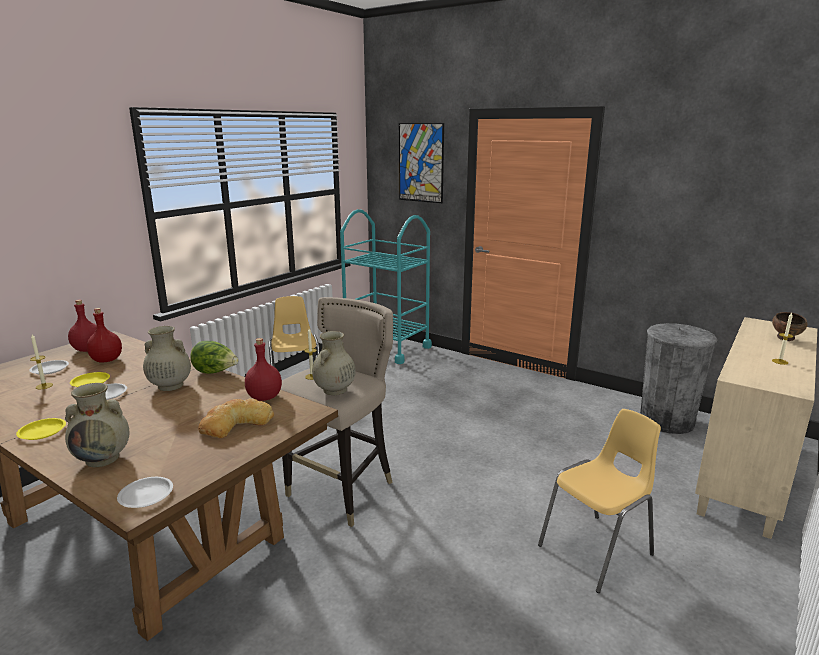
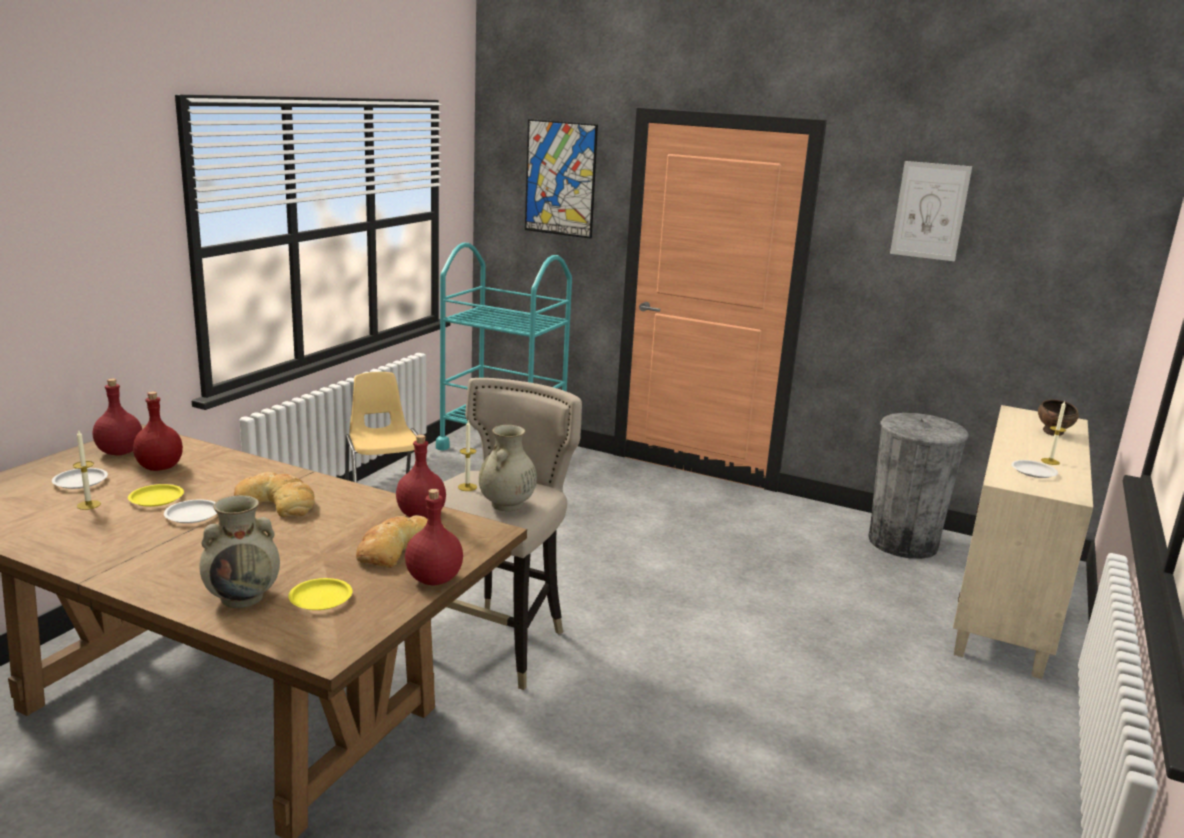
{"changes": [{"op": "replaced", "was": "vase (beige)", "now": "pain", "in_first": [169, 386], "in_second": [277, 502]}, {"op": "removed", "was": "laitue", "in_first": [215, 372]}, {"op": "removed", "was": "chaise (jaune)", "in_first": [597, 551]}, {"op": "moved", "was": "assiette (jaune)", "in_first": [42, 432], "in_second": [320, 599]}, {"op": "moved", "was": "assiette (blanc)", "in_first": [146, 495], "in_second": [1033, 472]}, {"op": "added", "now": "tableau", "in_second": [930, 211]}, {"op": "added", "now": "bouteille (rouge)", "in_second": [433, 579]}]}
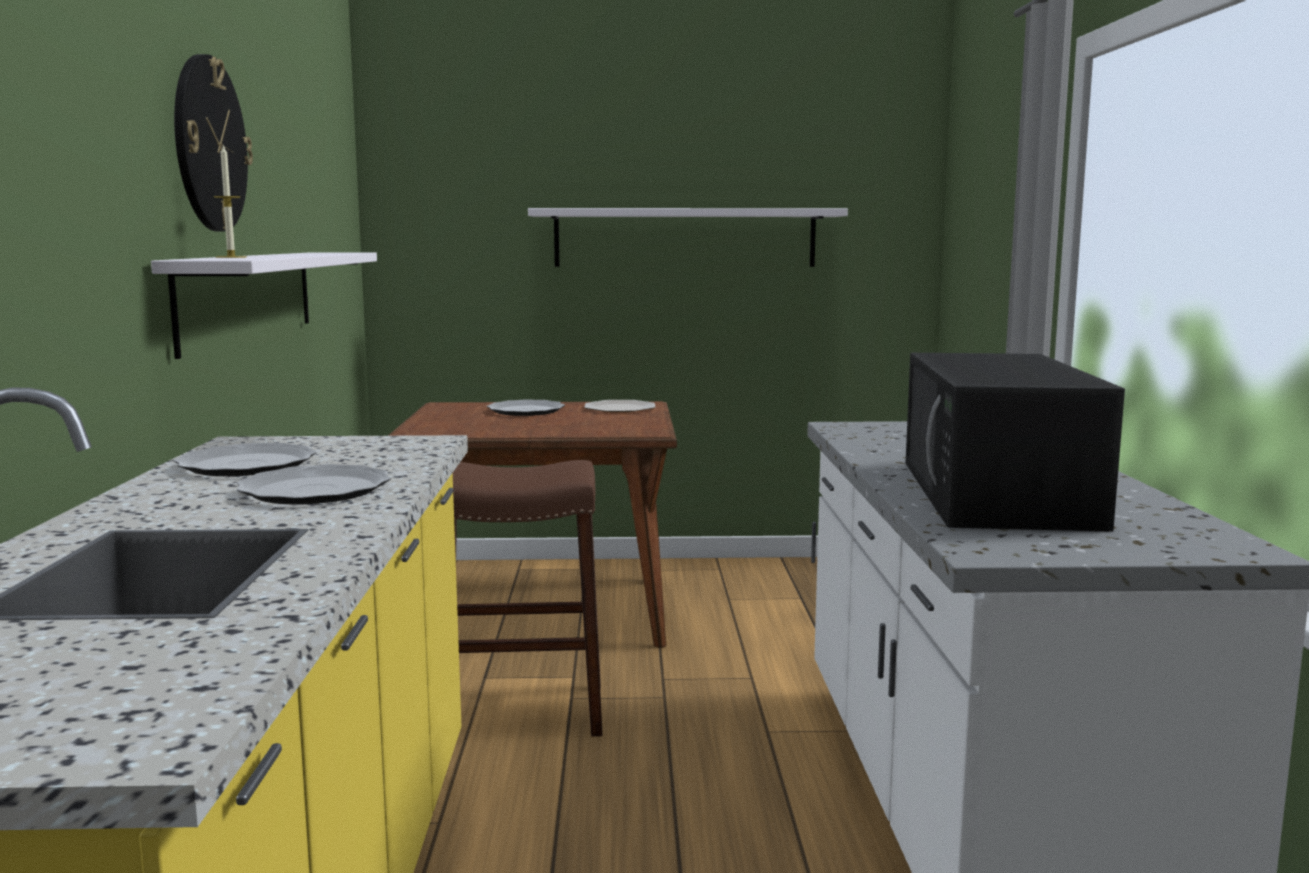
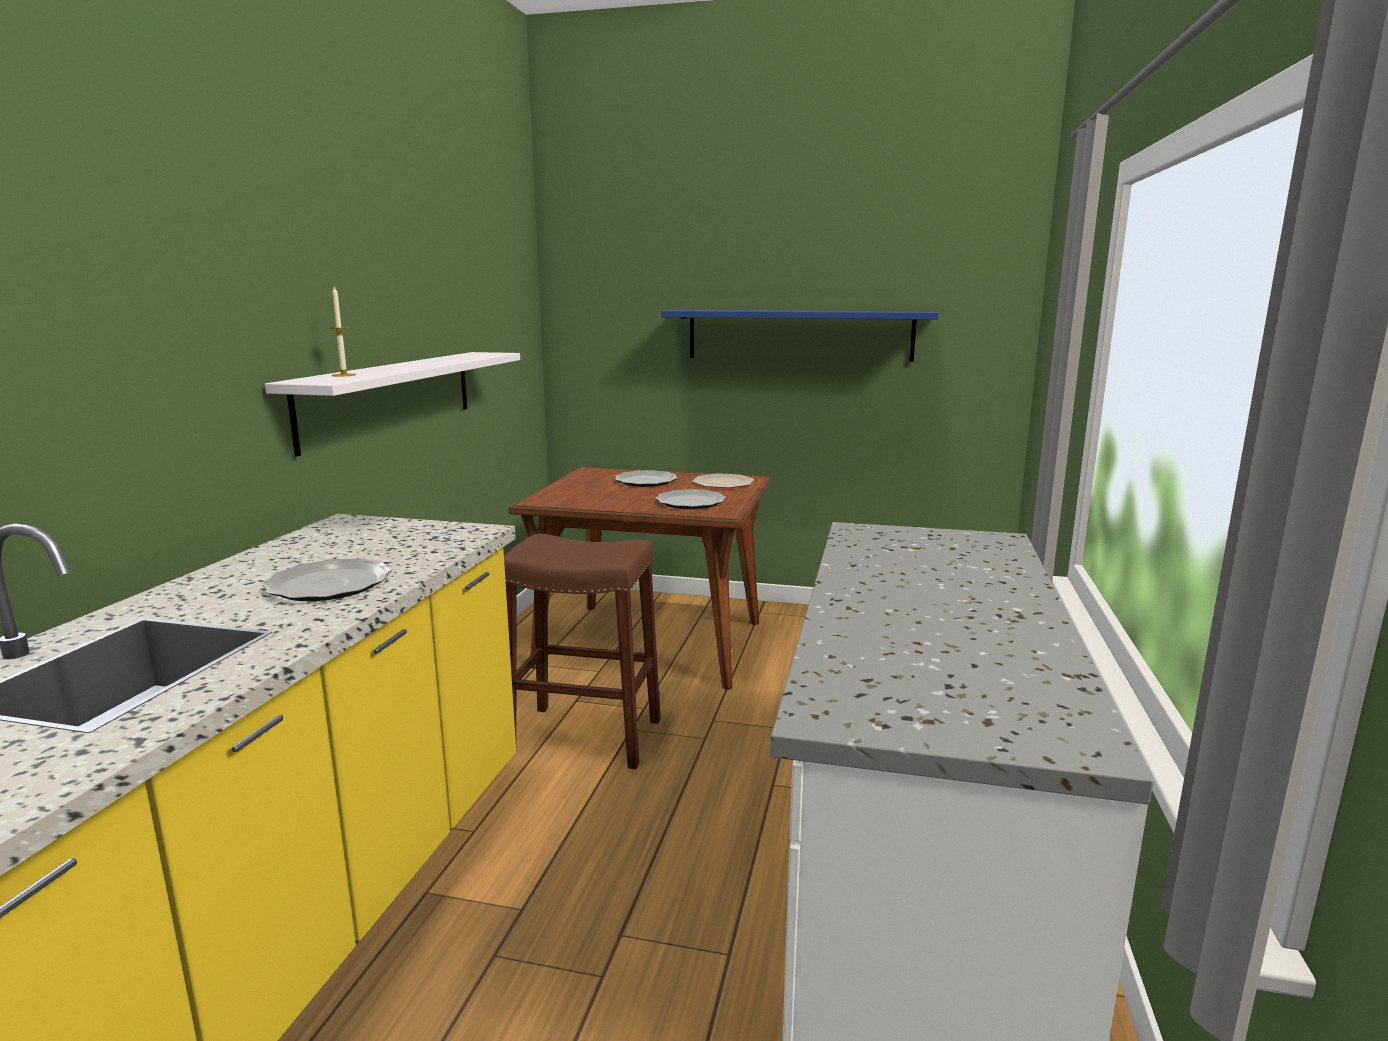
{"changes": [{"op": "removed", "was": "horloge murale", "in_first": [209, 144]}, {"op": "recoloured", "was": "étagère (blanc)", "now": "étagère (bleu)", "in_first": [685, 238], "in_second": [799, 335]}, {"op": "removed", "was": "micro-ondes (noir)", "in_first": [998, 494]}, {"op": "moved", "was": "assiette", "in_first": [248, 465], "in_second": [691, 502]}]}
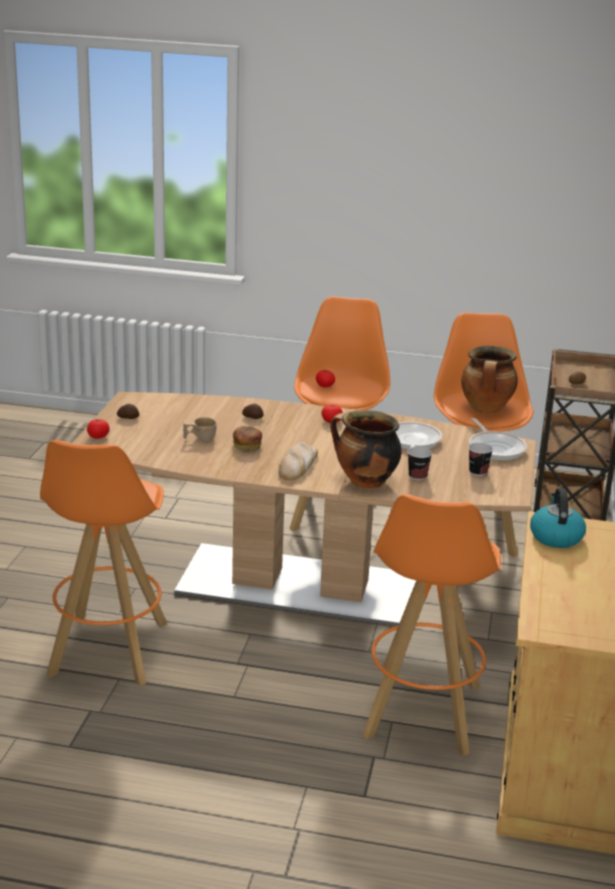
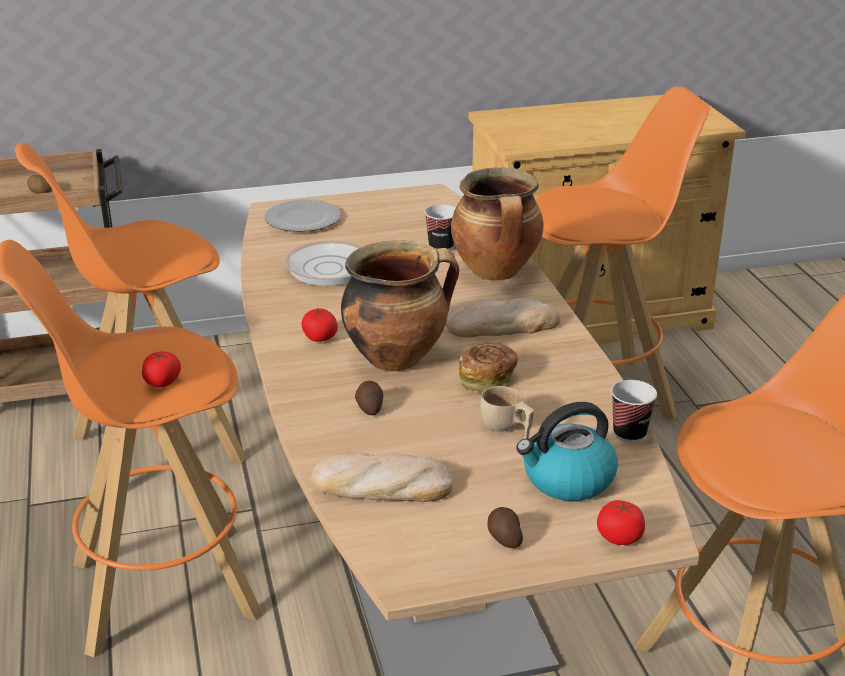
{"changes": [{"op": "moved", "was": "marmite", "in_first": [486, 409], "in_second": [397, 357]}, {"op": "replaced", "was": "poêle", "now": "assiette", "in_first": [495, 448], "in_second": [301, 219]}, {"op": "moved", "was": "tasse", "in_first": [478, 472], "in_second": [629, 433]}, {"op": "moved", "was": "bouilloire", "in_first": [555, 536], "in_second": [567, 480]}, {"op": "added", "now": "pain", "in_second": [381, 486]}]}
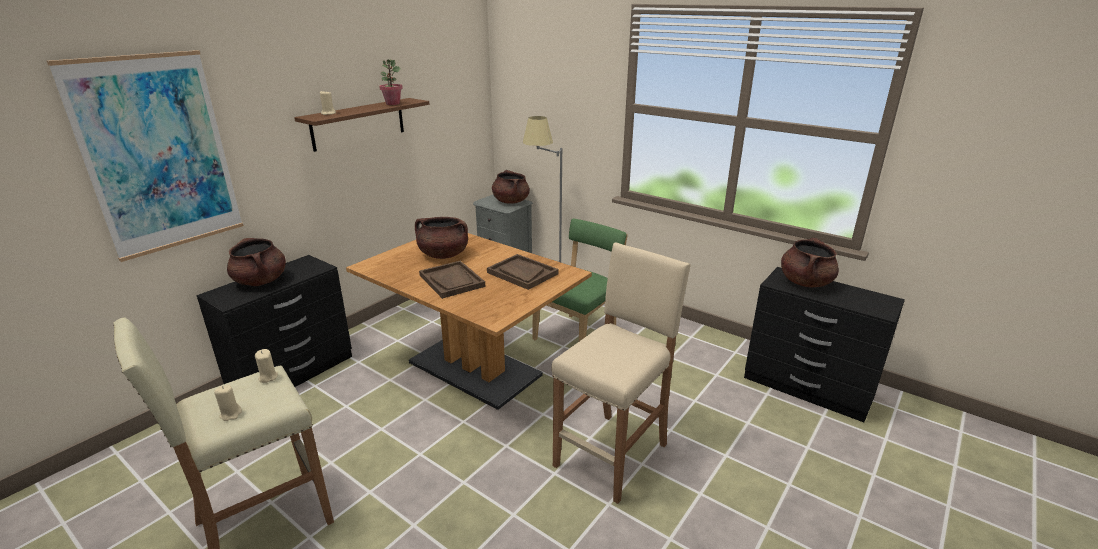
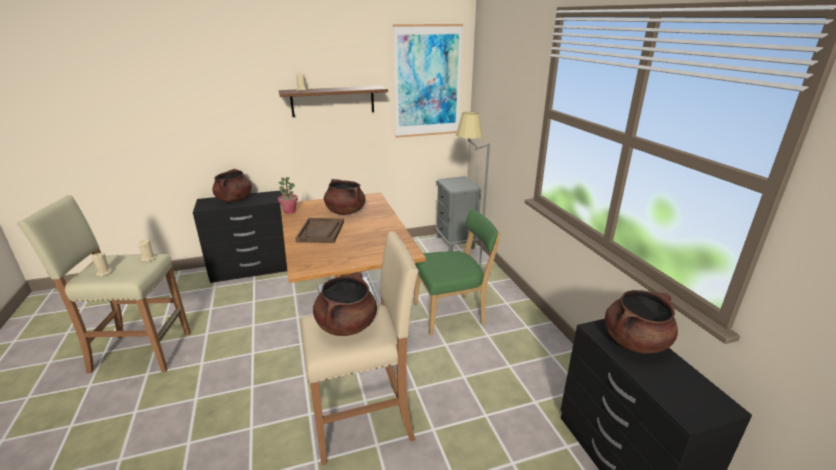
{"changes": [{"op": "moved", "was": "tableau", "in_first": [158, 155], "in_second": [427, 82]}, {"op": "moved", "was": "plante en pot", "in_first": [392, 103], "in_second": [289, 211]}, {"op": "moved", "was": "marmite (marron)", "in_first": [511, 201], "in_second": [347, 325]}, {"op": "removed", "was": "plateau (marron)", "in_first": [522, 273]}]}
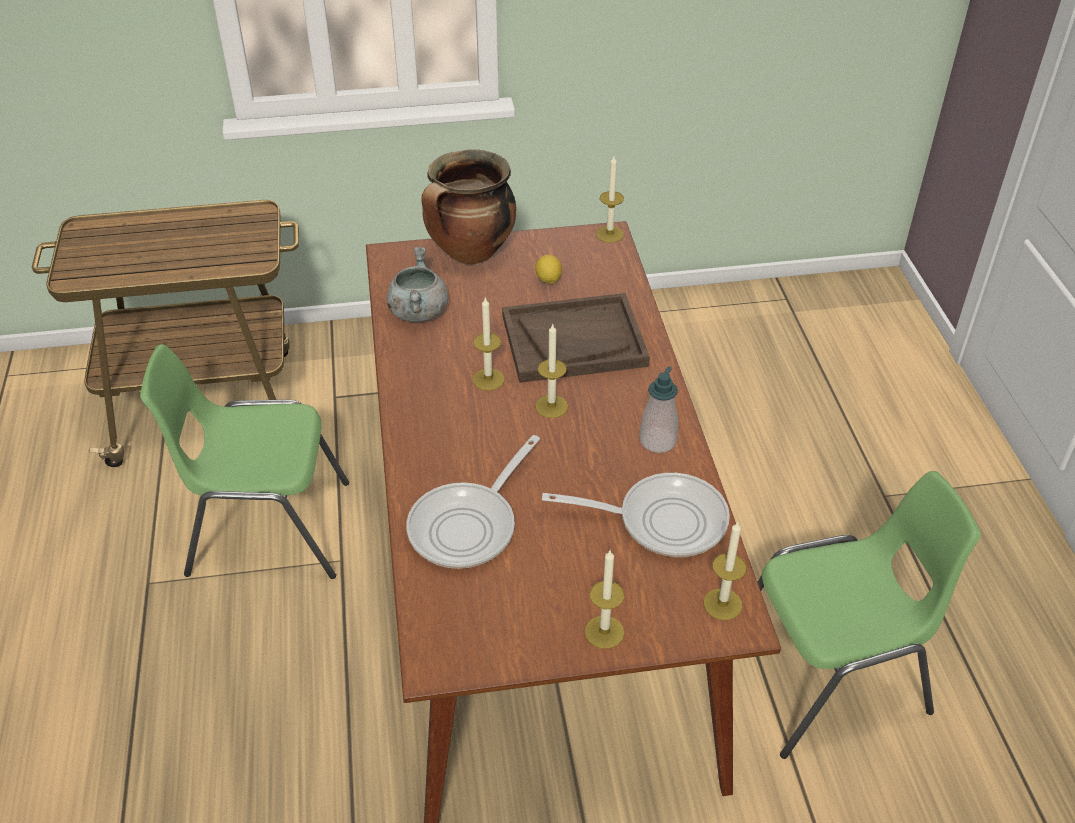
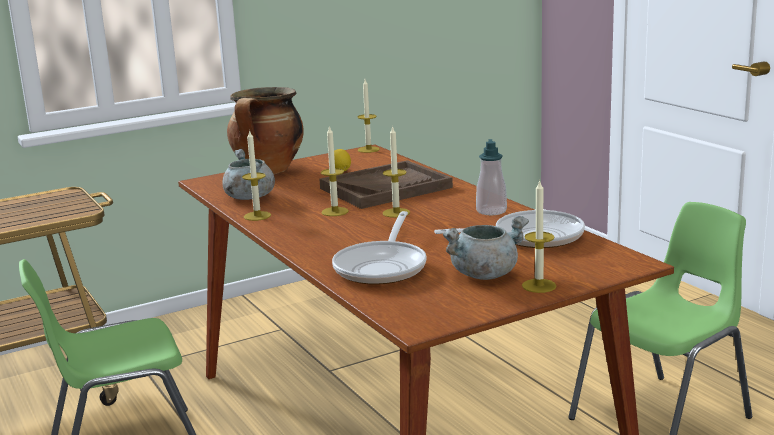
{"changes": [{"op": "moved", "was": "bougie", "in_first": [722, 604], "in_second": [257, 216]}, {"op": "added", "now": "marmite (gris)", "in_second": [484, 274]}]}
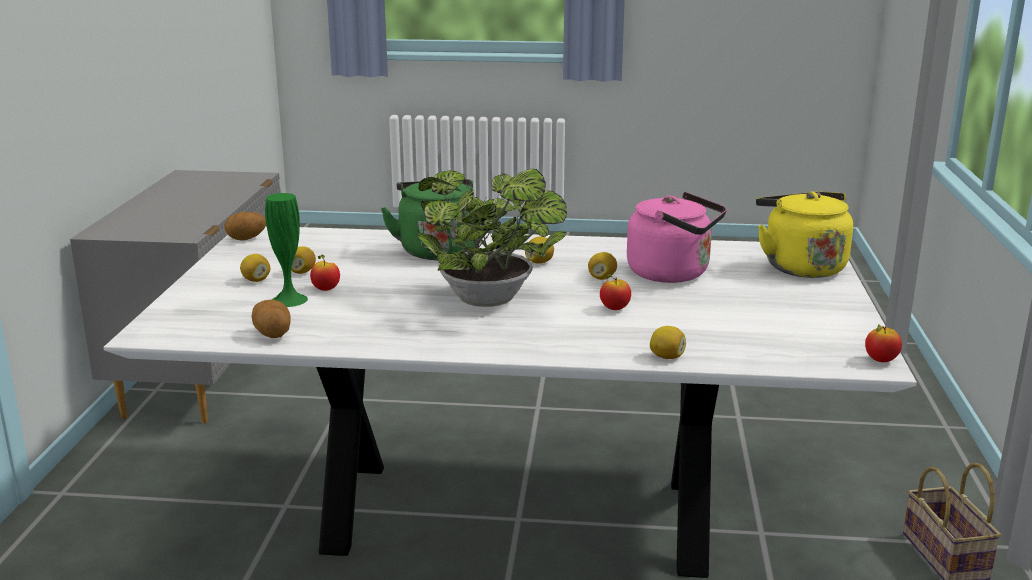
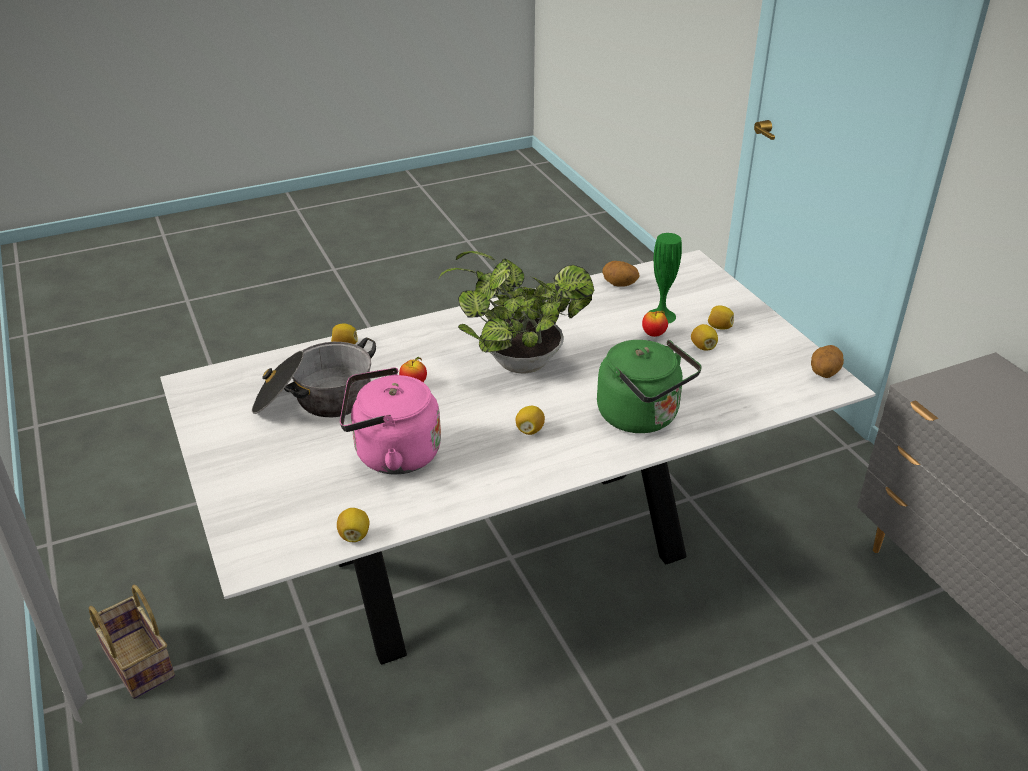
{"changes": [{"op": "removed", "was": "bouilloire (jaune)", "in_first": [800, 266]}, {"op": "moved", "was": "citron", "in_first": [602, 278], "in_second": [354, 535]}, {"op": "removed", "was": "pomme", "in_first": [880, 360]}, {"op": "added", "now": "marmite", "in_second": [316, 400]}]}
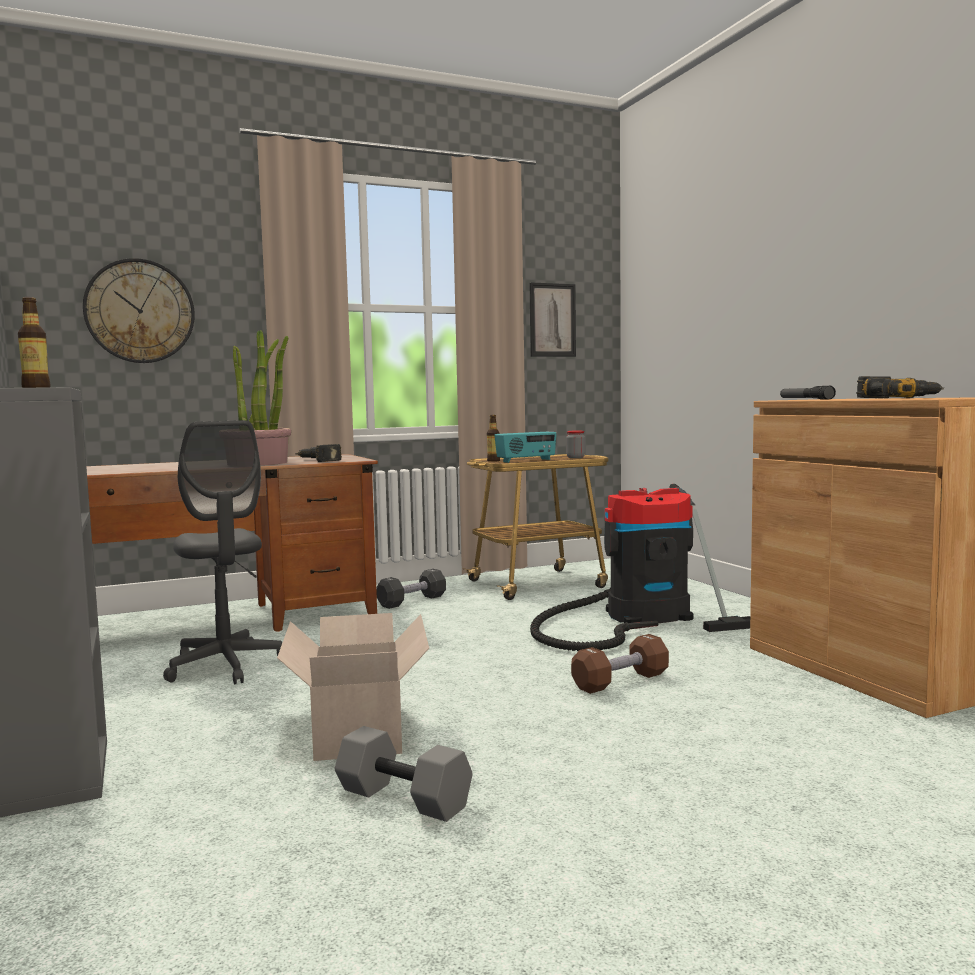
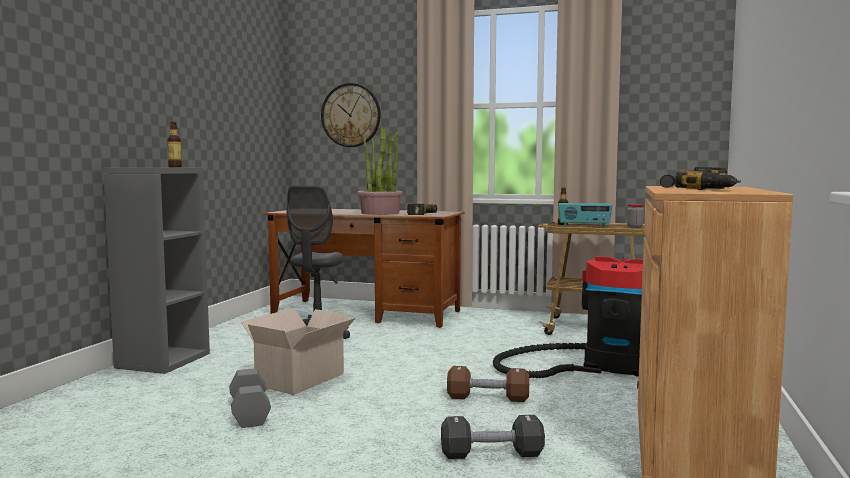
{"changes": [{"op": "removed", "was": "tableau", "in_first": [552, 320]}, {"op": "moved", "was": "haltère (noir)", "in_first": [412, 601], "in_second": [491, 454]}]}
